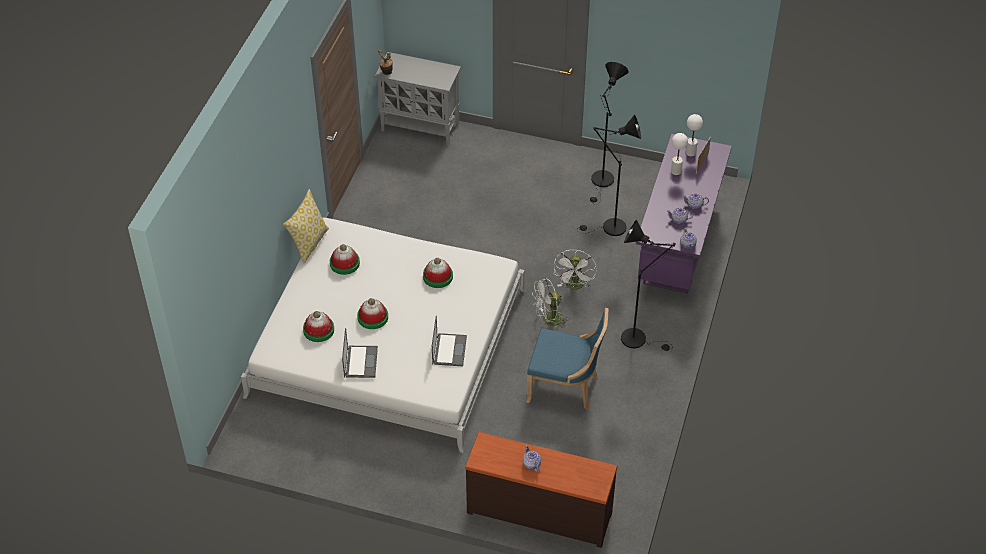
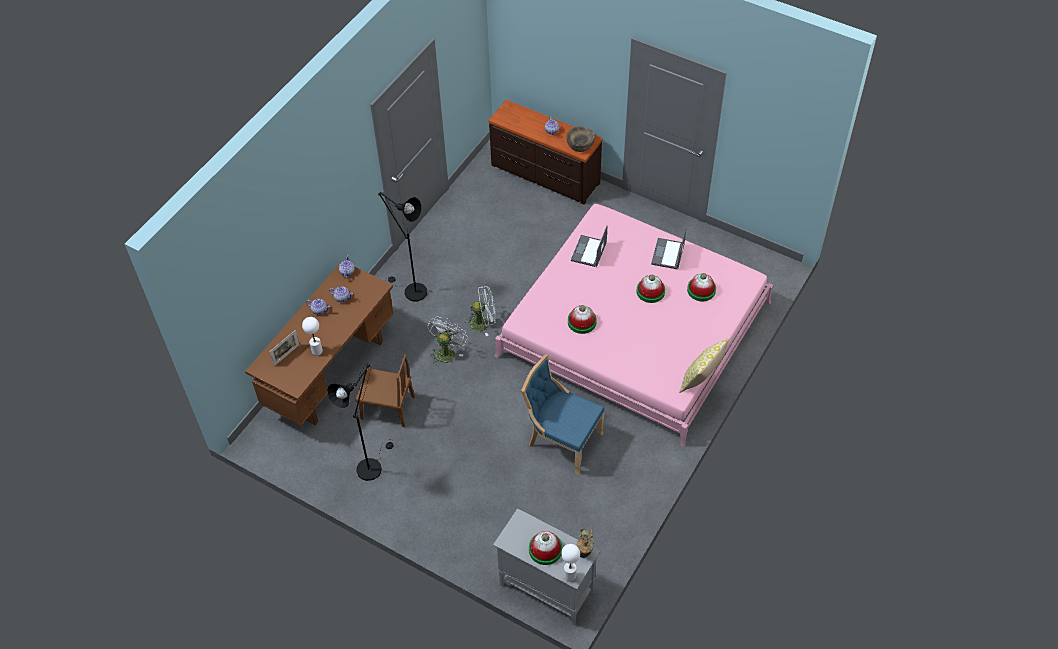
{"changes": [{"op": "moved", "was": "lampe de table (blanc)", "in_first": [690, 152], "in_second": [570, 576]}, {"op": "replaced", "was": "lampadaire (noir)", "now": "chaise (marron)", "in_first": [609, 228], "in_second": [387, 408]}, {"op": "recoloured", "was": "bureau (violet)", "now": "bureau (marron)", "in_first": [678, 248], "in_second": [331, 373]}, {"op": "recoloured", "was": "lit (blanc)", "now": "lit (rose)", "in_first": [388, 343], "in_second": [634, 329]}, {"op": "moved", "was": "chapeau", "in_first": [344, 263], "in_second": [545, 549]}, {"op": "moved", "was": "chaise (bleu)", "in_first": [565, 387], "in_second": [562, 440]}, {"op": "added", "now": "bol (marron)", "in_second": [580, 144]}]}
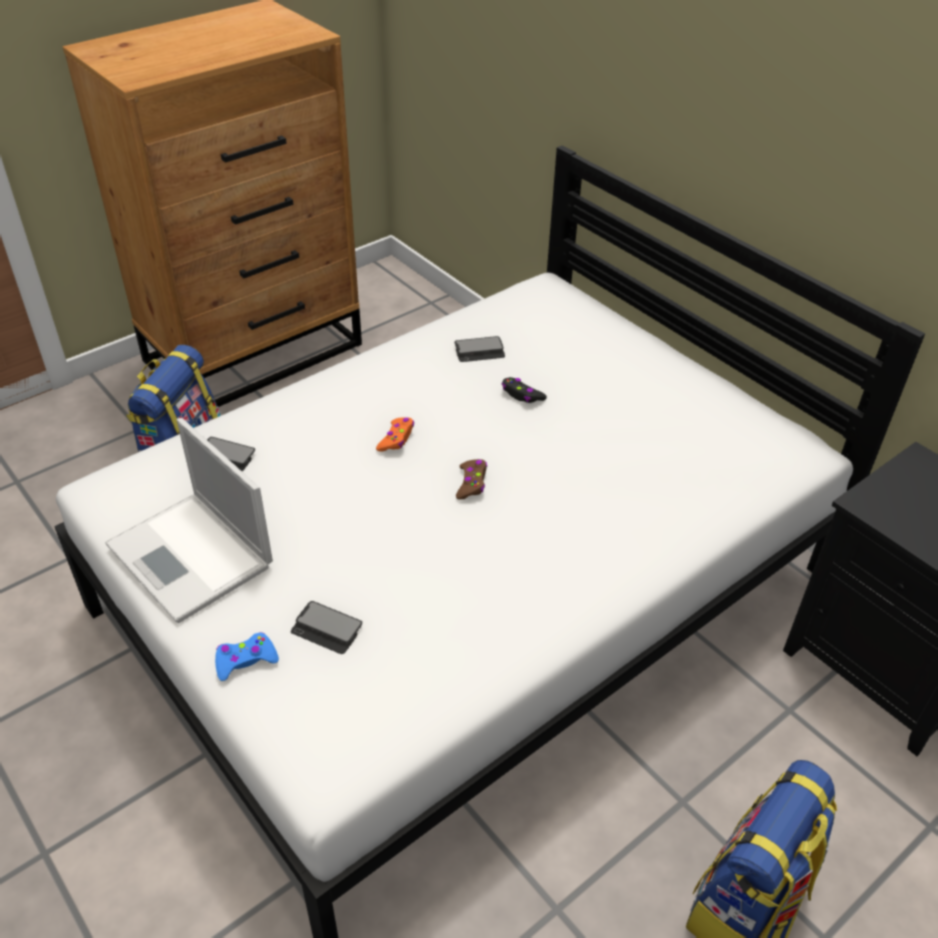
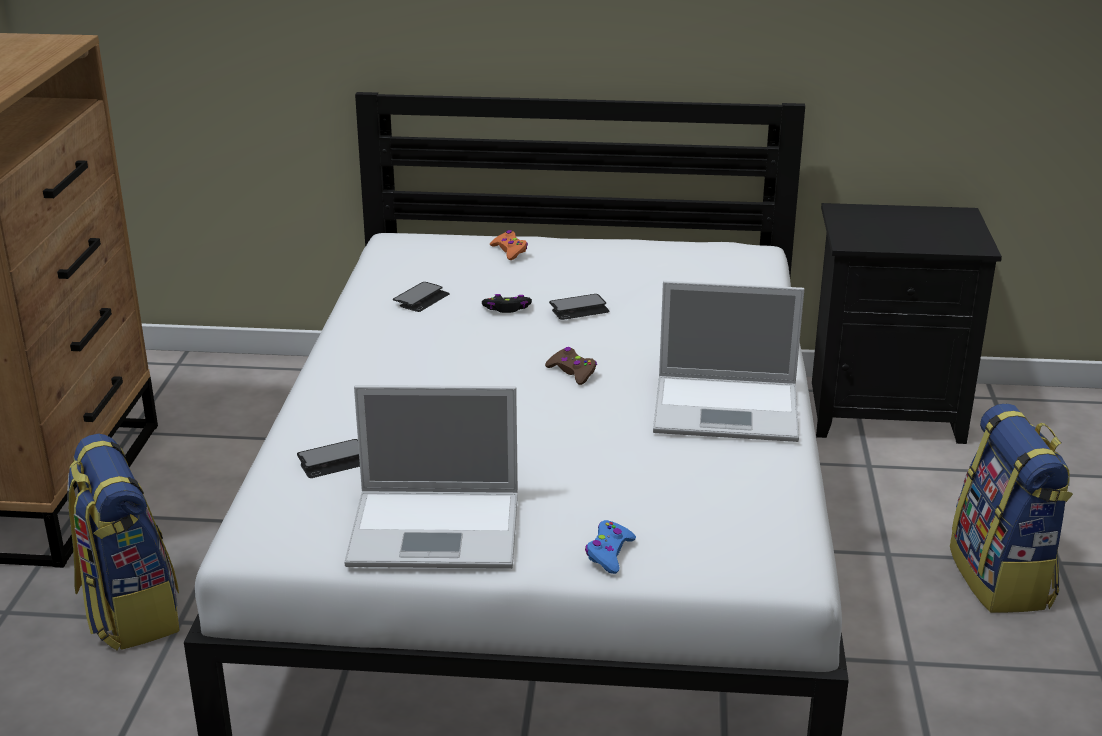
{"changes": [{"op": "moved", "was": "manette (orange)", "in_first": [396, 439], "in_second": [509, 251]}, {"op": "moved", "was": "téléphone", "in_first": [326, 629], "in_second": [579, 309]}, {"op": "added", "now": "ordinateur portable", "in_second": [729, 409]}]}
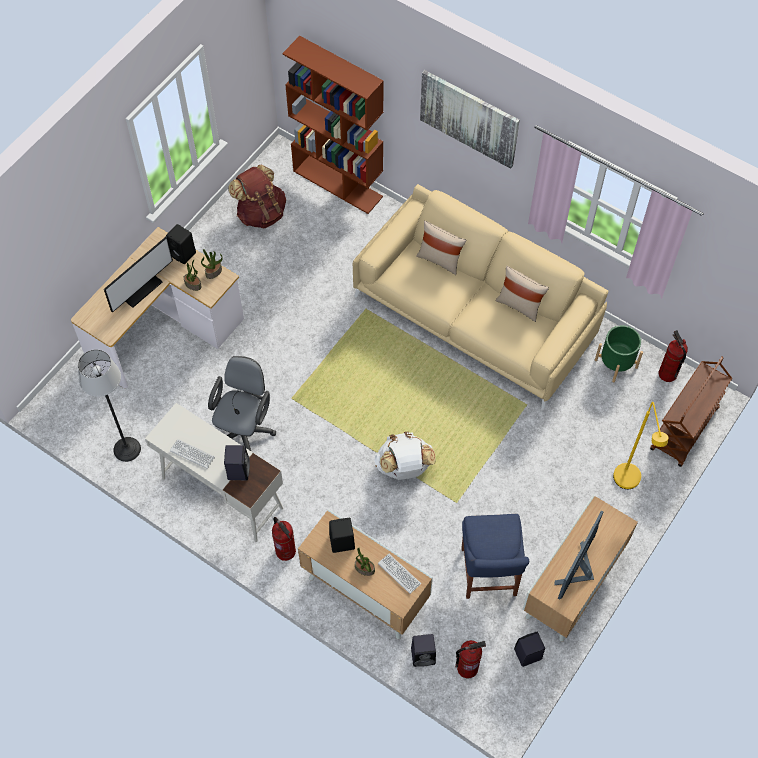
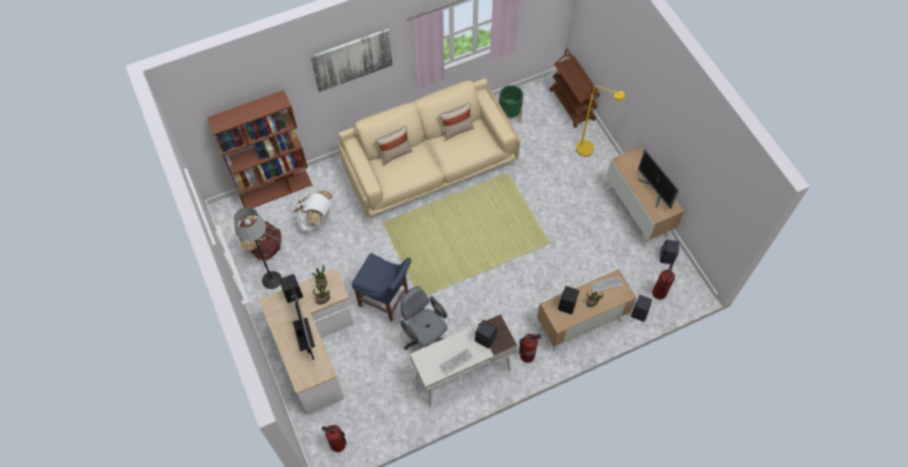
{"changes": [{"op": "moved", "was": "extincteur", "in_first": [667, 374], "in_second": [338, 444]}, {"op": "moved", "was": "lampadaire", "in_first": [127, 449], "in_second": [271, 280]}, {"op": "moved", "was": "sac à dos (blanc)", "in_first": [404, 467], "in_second": [316, 220]}, {"op": "moved", "was": "chaise (bleu)", "in_first": [488, 575], "in_second": [386, 301]}]}
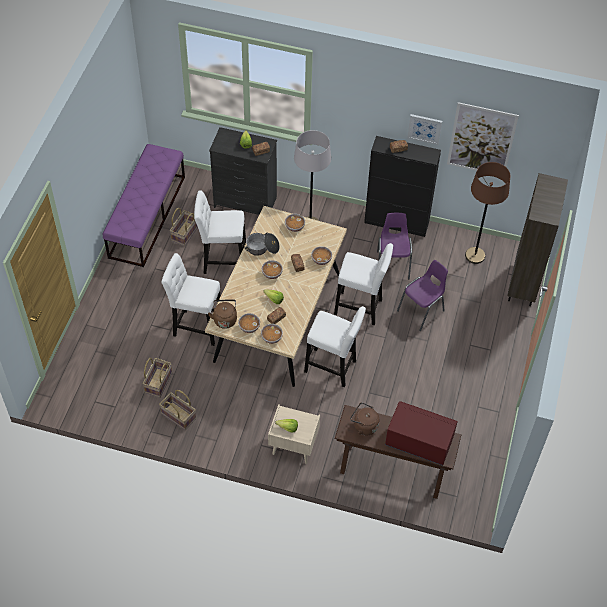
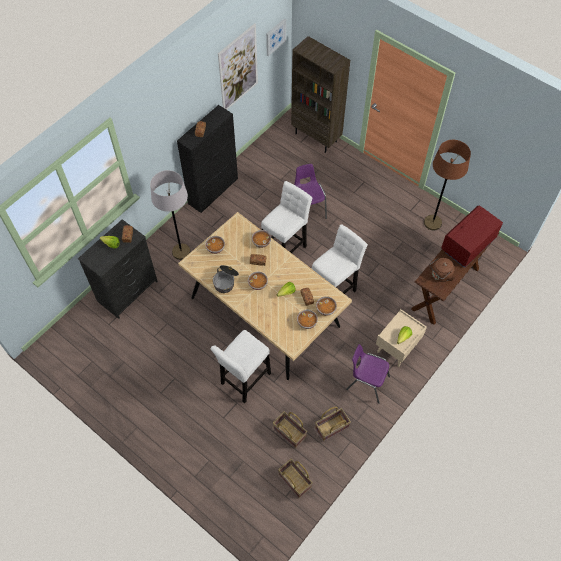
{"changes": [{"op": "moved", "was": "tableau", "in_first": [424, 128], "in_second": [275, 37]}, {"op": "removed", "was": "banc (violet)", "in_first": [147, 216]}, {"op": "moved", "was": "lampadaire (marron)", "in_first": [475, 256], "in_second": [432, 223]}, {"op": "removed", "was": "tabouret (blanc)", "in_first": [222, 262]}, {"op": "moved", "was": "panier", "in_first": [184, 233], "in_second": [294, 481]}, {"op": "moved", "was": "chaise (violet)", "in_first": [392, 264], "in_second": [366, 382]}, {"op": "removed", "was": "bouilloire (marron)", "in_first": [225, 319]}]}
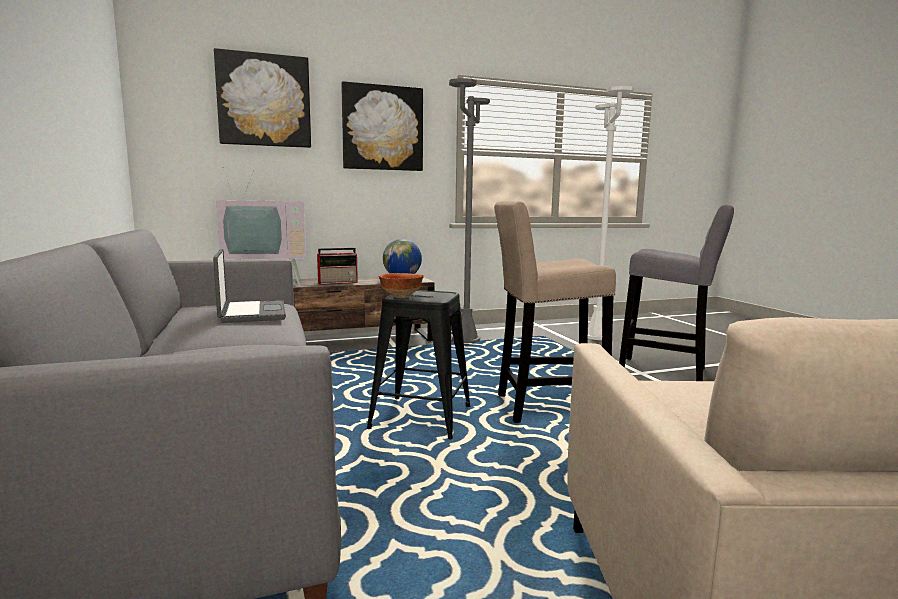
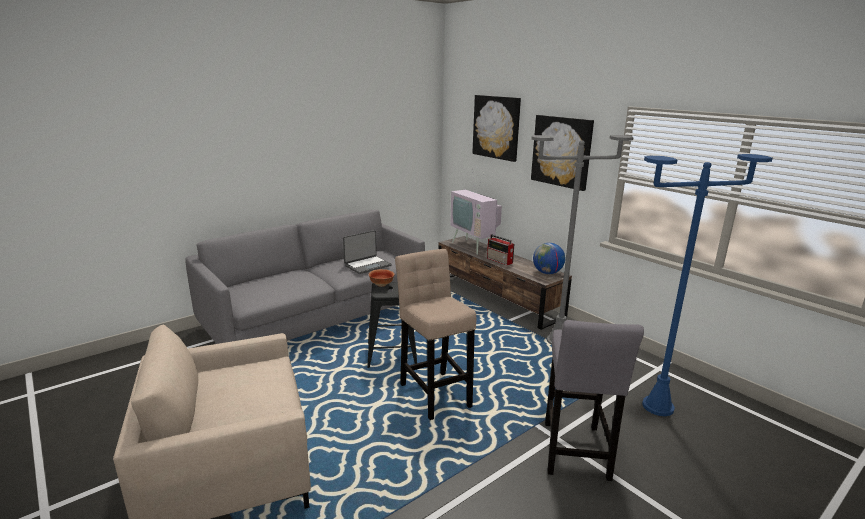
{"changes": [{"op": "recoloured", "was": "lampadaire (blanc)", "now": "lampadaire (bleu)", "in_first": [597, 336], "in_second": [657, 406]}]}
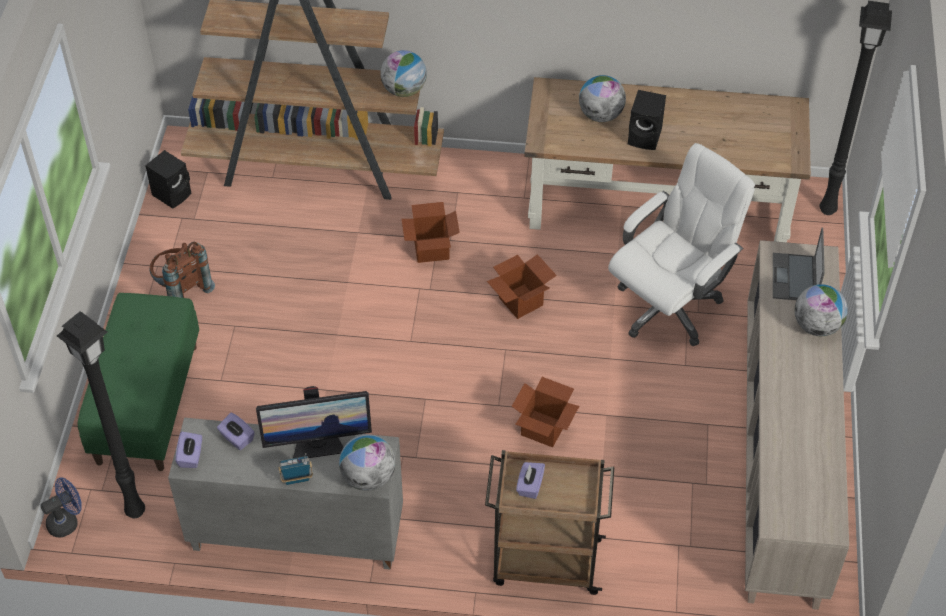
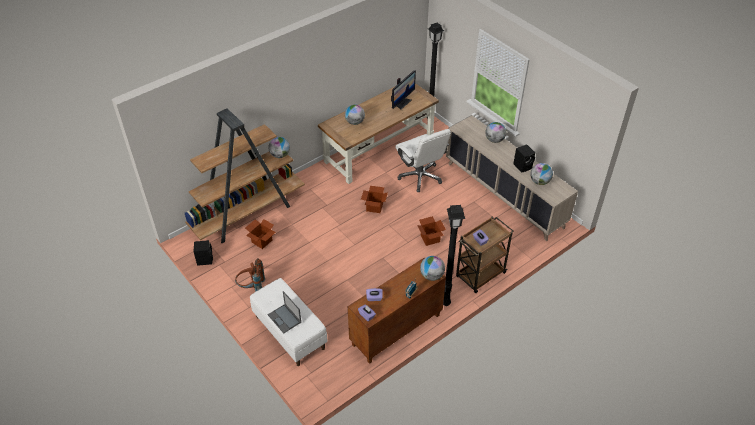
{"changes": [{"op": "moved", "was": "enceinte (noir)", "in_first": [646, 137], "in_second": [523, 166]}, {"op": "turned", "was": "chaise de bureau (blanc)", "in_first": [669, 306], "in_second": [420, 176], "clockwise": 150}, {"op": "moved", "was": "carton", "in_first": [431, 249], "in_second": [262, 241]}, {"op": "moved", "was": "ordinateur portable", "in_first": [795, 278], "in_second": [284, 319]}, {"op": "recoloured", "was": "banc (vert)", "now": "banc (blanc)", "in_first": [147, 403], "in_second": [289, 332]}, {"op": "moved", "was": "lampadaire (noir)", "in_first": [133, 511], "in_second": [445, 303]}, {"op": "moved", "was": "écran d'ordinateur", "in_first": [318, 445], "in_second": [402, 103]}, {"op": "recoloured", "was": "meuble de rangement (gris)", "now": "meuble de rangement (marron)", "in_first": [295, 534], "in_second": [396, 330]}, {"op": "removed", "was": "ventilateur (bleu)", "in_first": [67, 521]}, {"op": "added", "now": "globe", "in_second": [539, 182]}]}
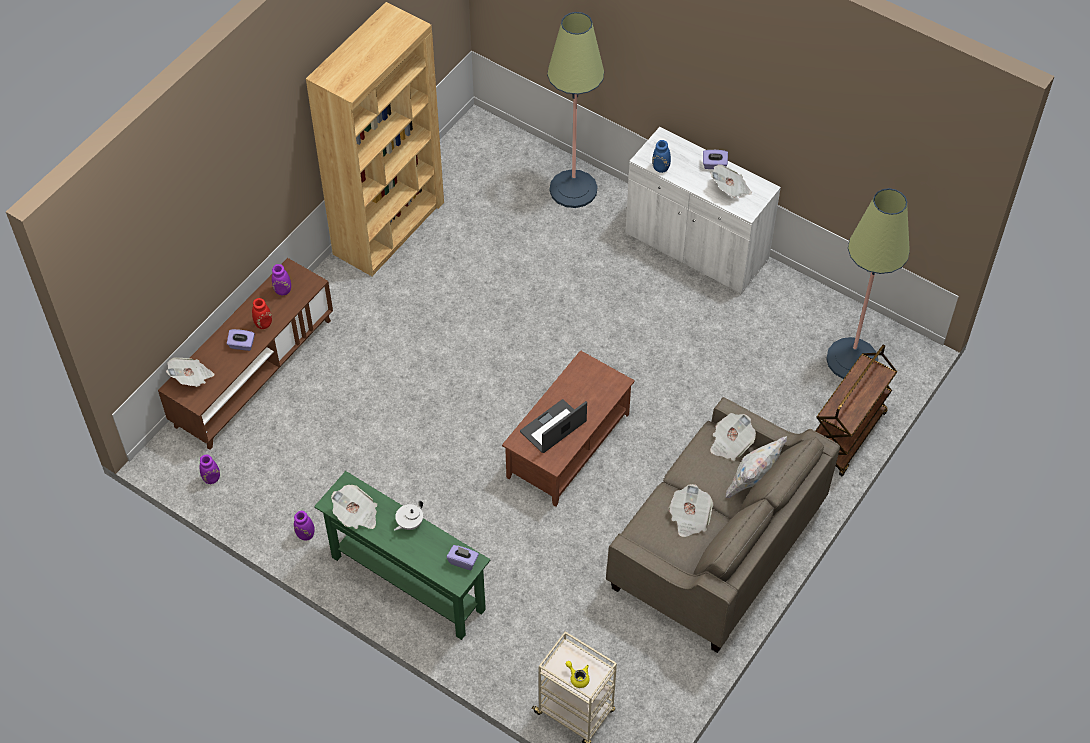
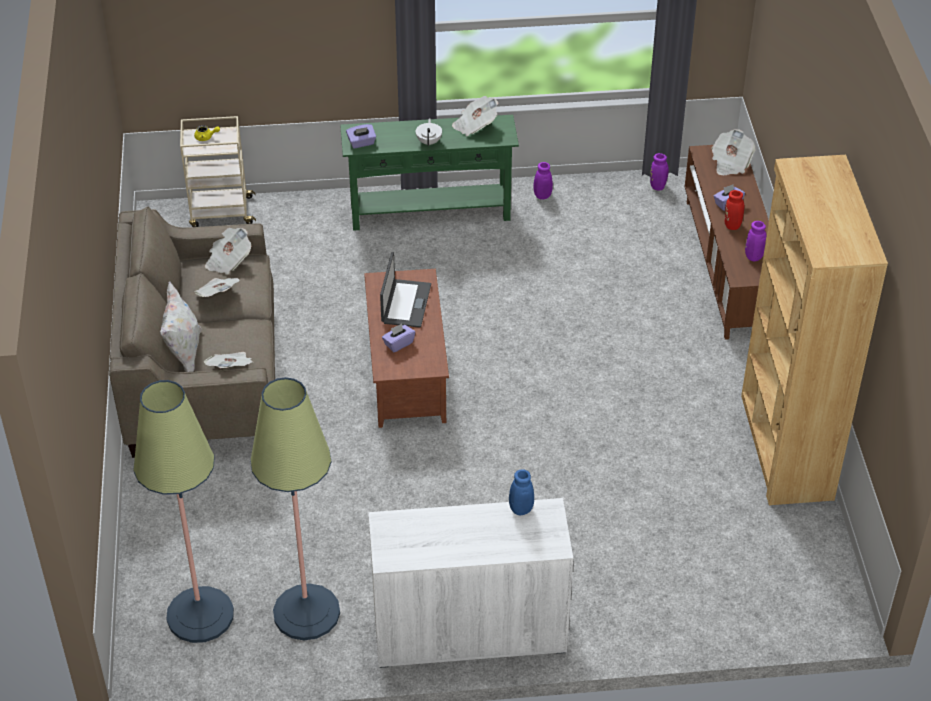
{"changes": [{"op": "moved", "was": "lampadaire", "in_first": [573, 189], "in_second": [306, 612]}, {"op": "moved", "was": "boîte à mouchoirs (violet)", "in_first": [714, 165], "in_second": [398, 344]}, {"op": "moved", "was": "journal", "in_first": [730, 189], "in_second": [228, 261]}, {"op": "removed", "was": "chariot (marron)", "in_first": [847, 436]}]}
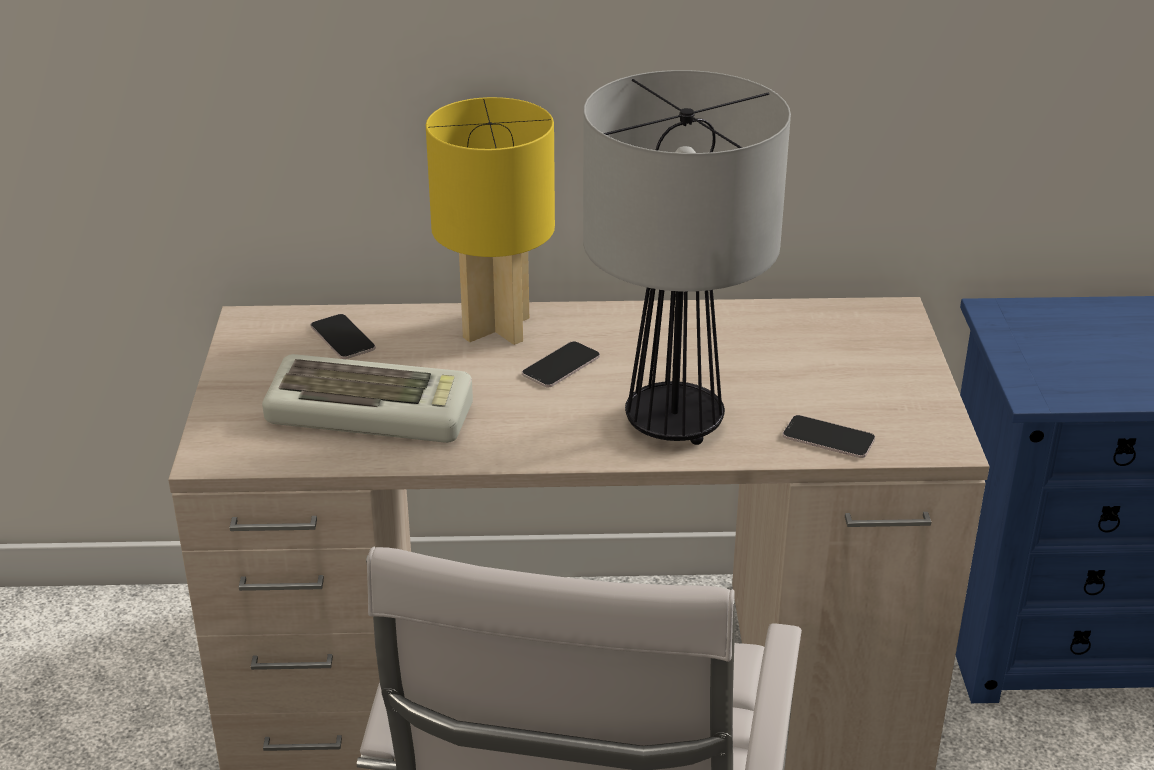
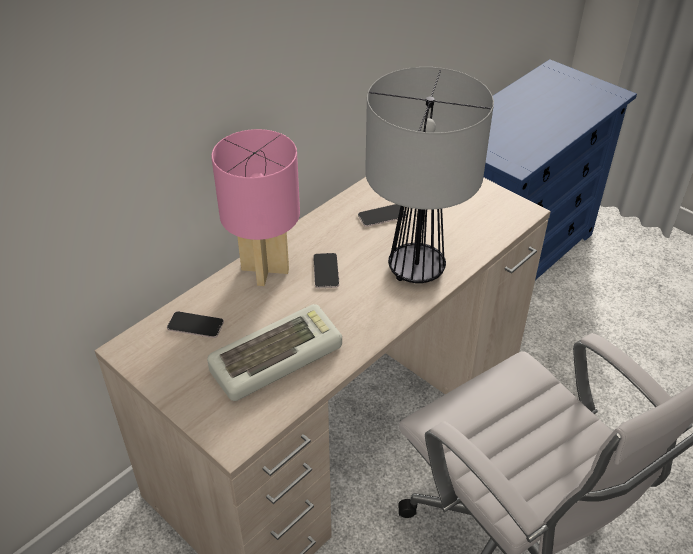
{"changes": [{"op": "recoloured", "was": "lampe de table (jaune)", "now": "lampe de table (rose)", "in_first": [495, 328], "in_second": [265, 270]}, {"op": "moved", "was": "téléphone", "in_first": [828, 438], "in_second": [382, 216]}]}
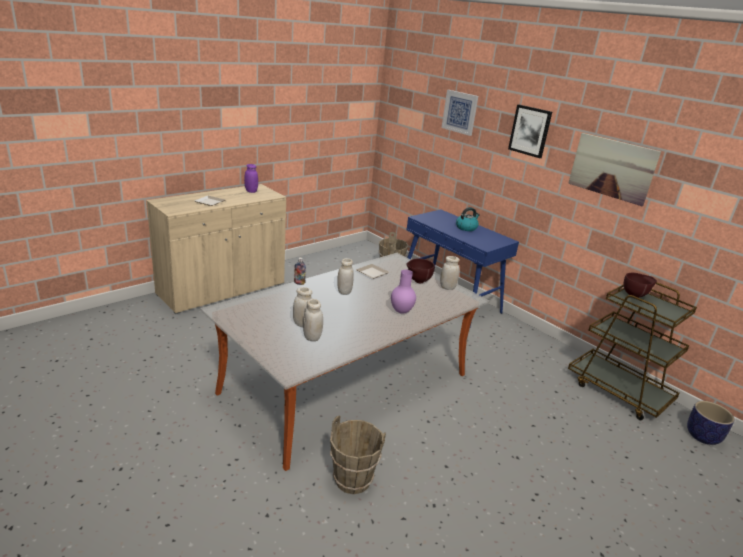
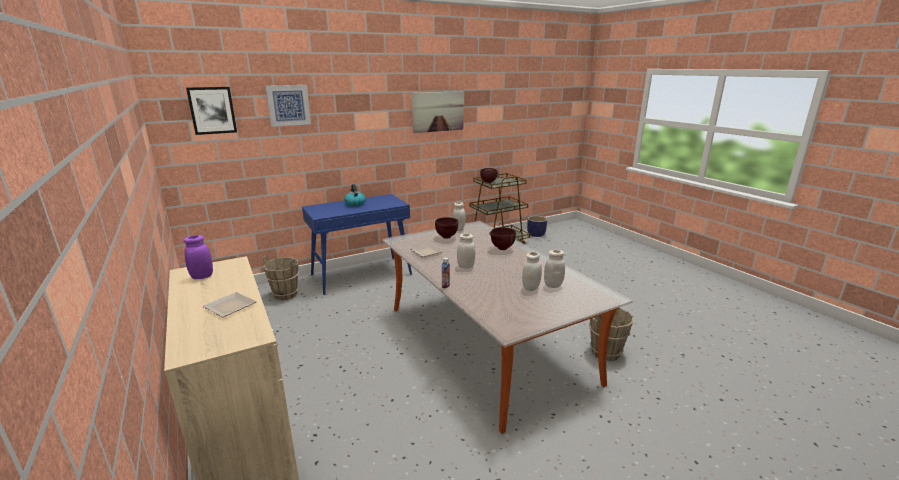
{"changes": [{"op": "moved", "was": "tableau", "in_first": [530, 131], "in_second": [212, 110]}, {"op": "replaced", "was": "vase (violet)", "now": "bol (marron)", "in_first": [400, 311], "in_second": [501, 249]}]}
